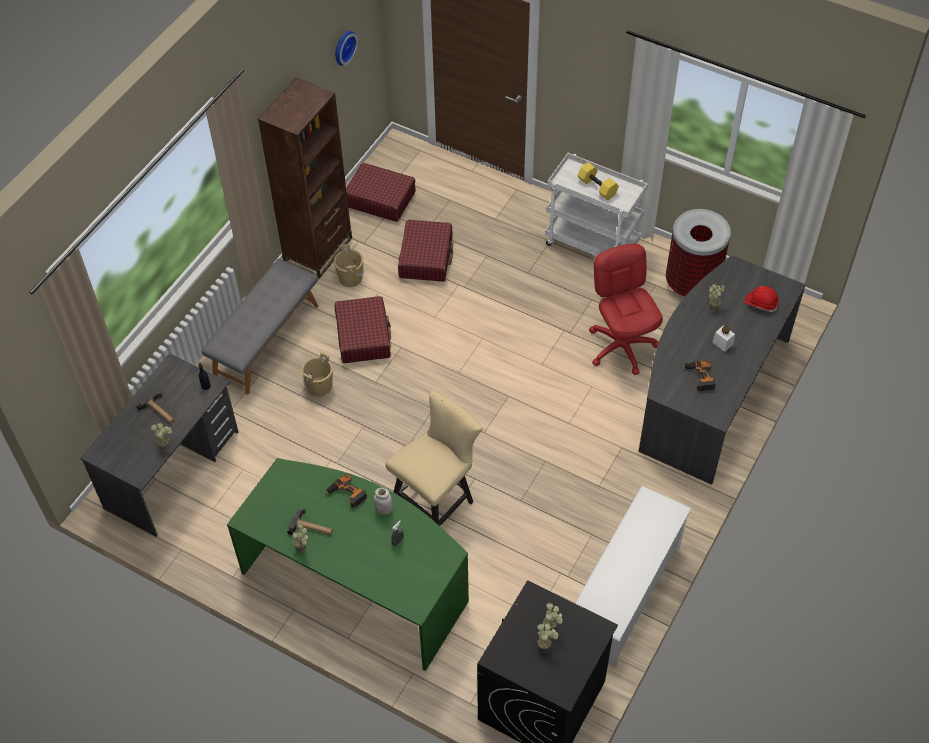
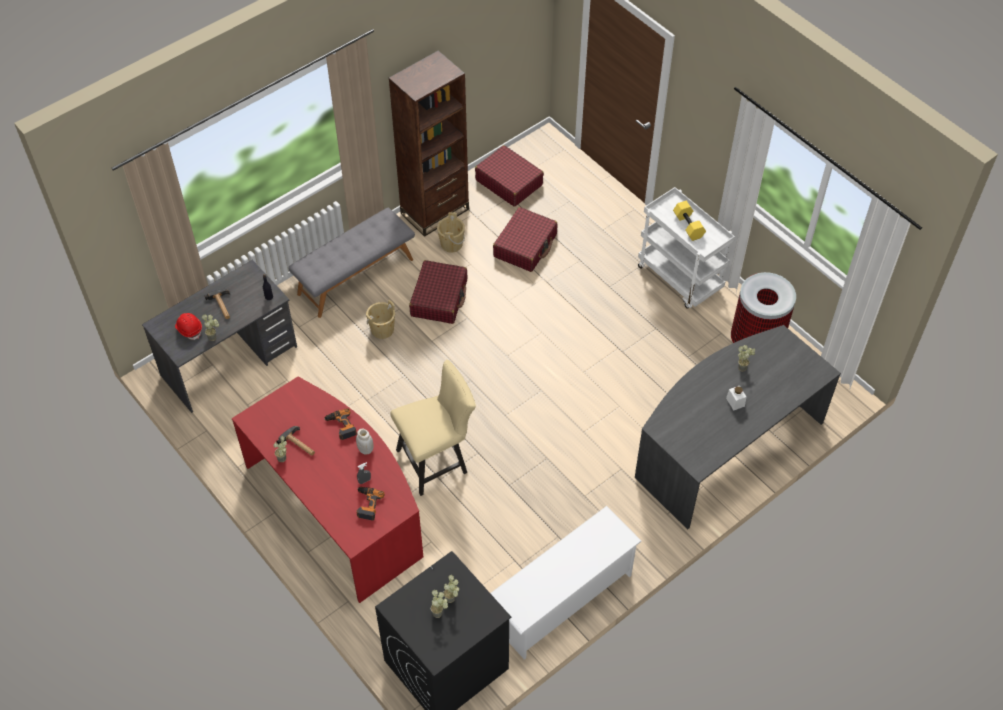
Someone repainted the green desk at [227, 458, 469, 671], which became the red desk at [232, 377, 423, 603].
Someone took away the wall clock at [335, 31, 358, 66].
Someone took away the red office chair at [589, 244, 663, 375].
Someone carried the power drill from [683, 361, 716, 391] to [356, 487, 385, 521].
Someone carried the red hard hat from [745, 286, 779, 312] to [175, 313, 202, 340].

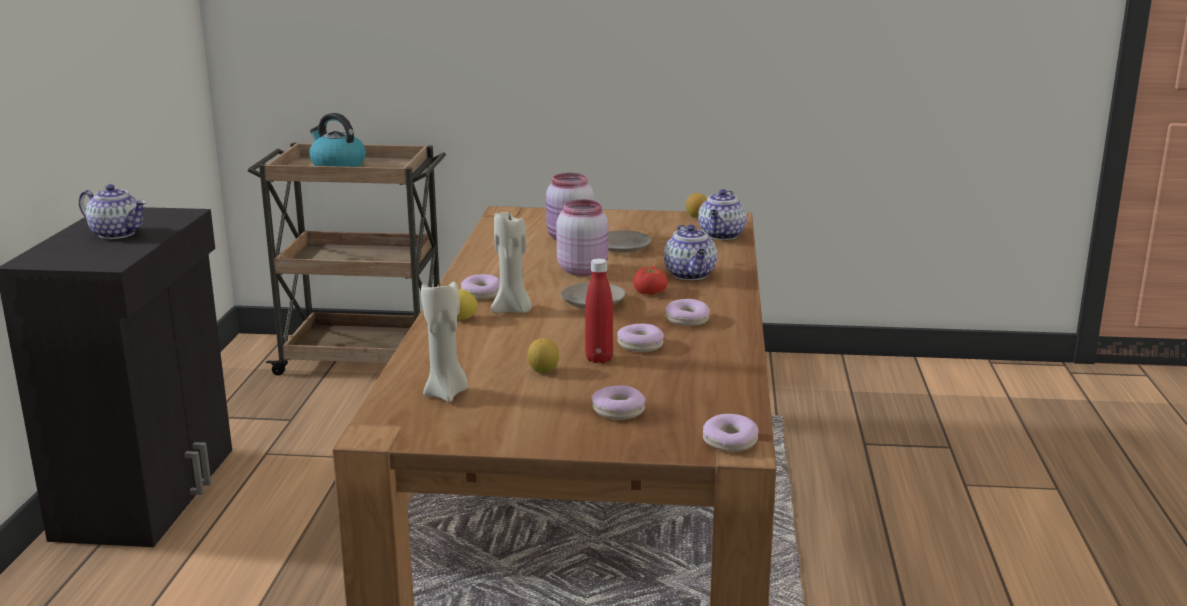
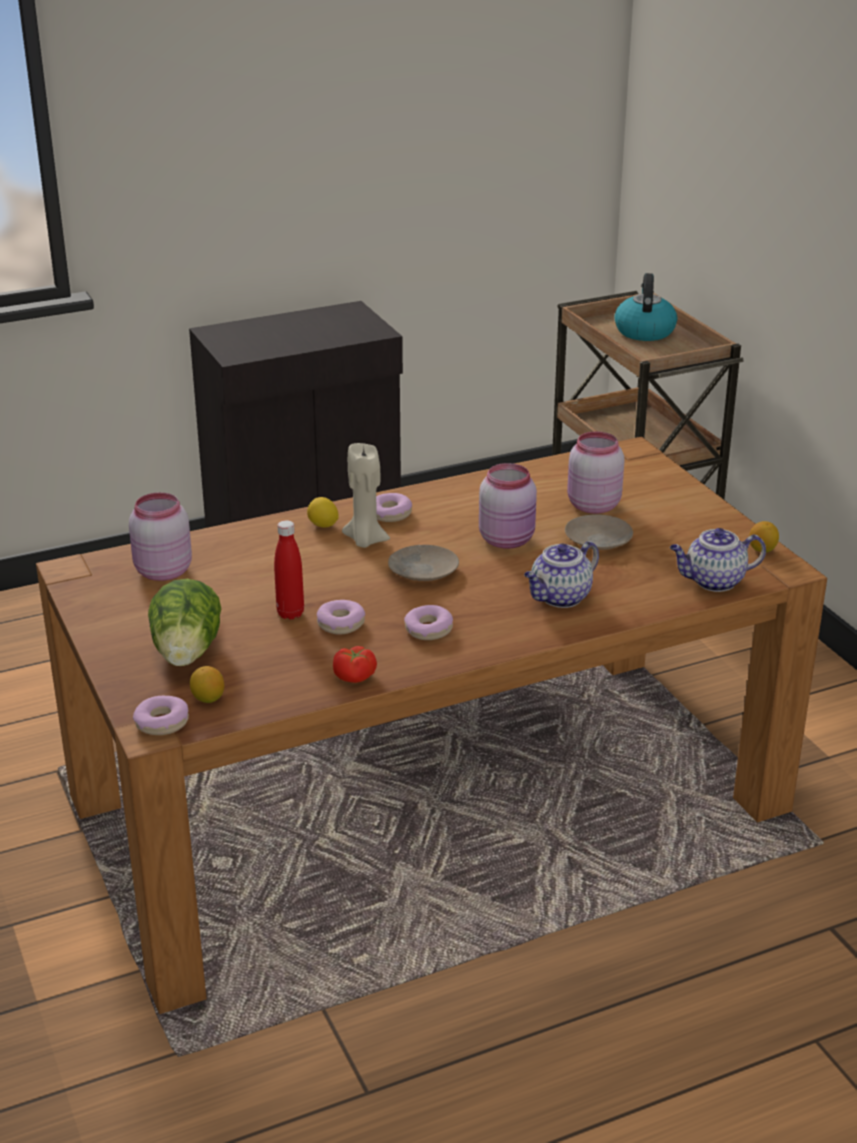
Someone took away the teapot at [79, 184, 146, 239].
Someone swapped the beige candle at [421, 279, 468, 402] for the pink jar at [129, 492, 192, 581].
Someone carried the lemon from [527, 338, 559, 373] to [190, 666, 224, 703].
Someone swapped the donut at [592, 385, 645, 420] for the lettuce at [148, 579, 221, 666].
Someone carried the tomato from [633, 266, 668, 295] to [333, 646, 377, 683].

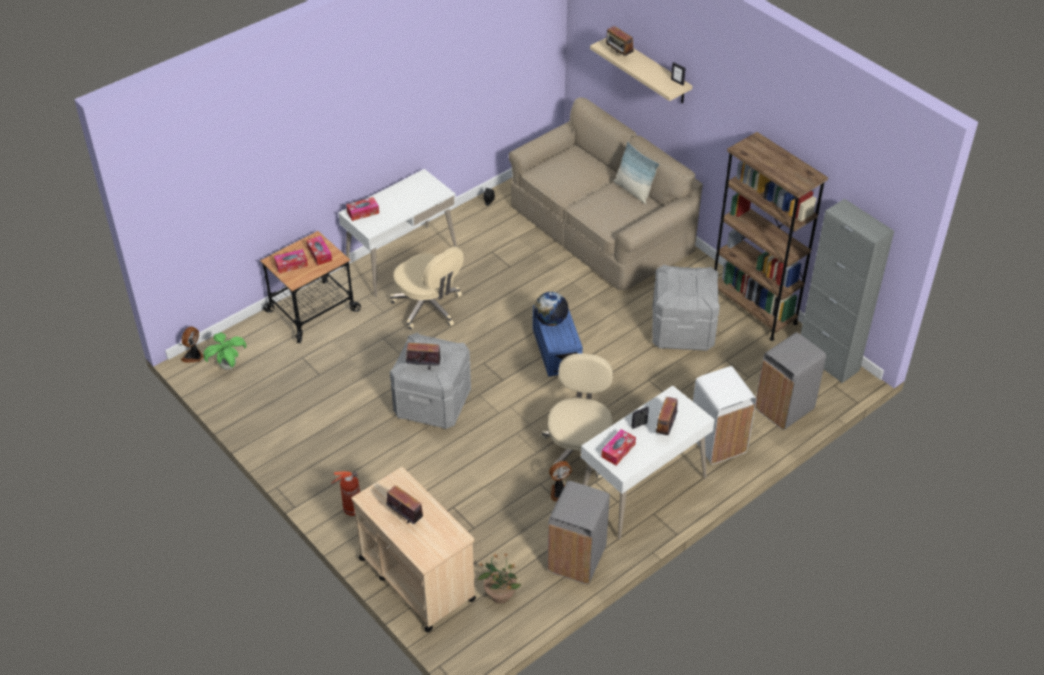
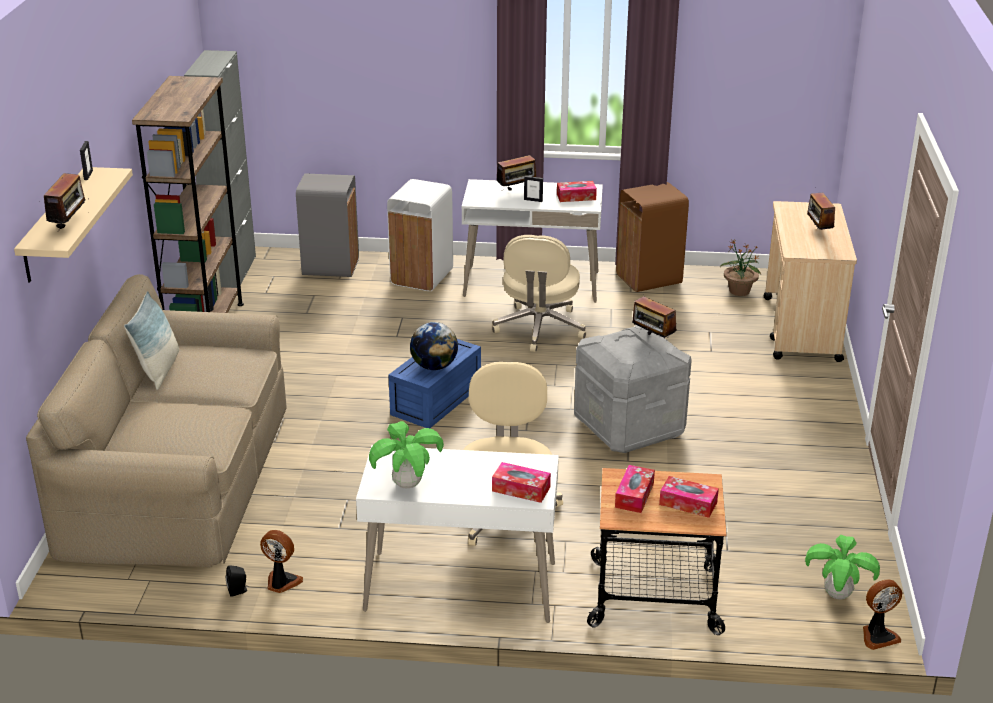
Someone took away the fire extinguisher at [331, 471, 360, 516].
Someone rotated the beige office chair at [541, 354, 613, 478] by 45 degrees counterclockwise.
Someone repainted the grey trash can at [547, 481, 610, 584], which became the brown trash can at [616, 182, 689, 292].
Someone carried the fan from [549, 461, 572, 502] to [260, 530, 303, 593].
Someone took away the grey storage box at [652, 265, 720, 351].
Someone put down the potted plant at [369, 421, 444, 488].

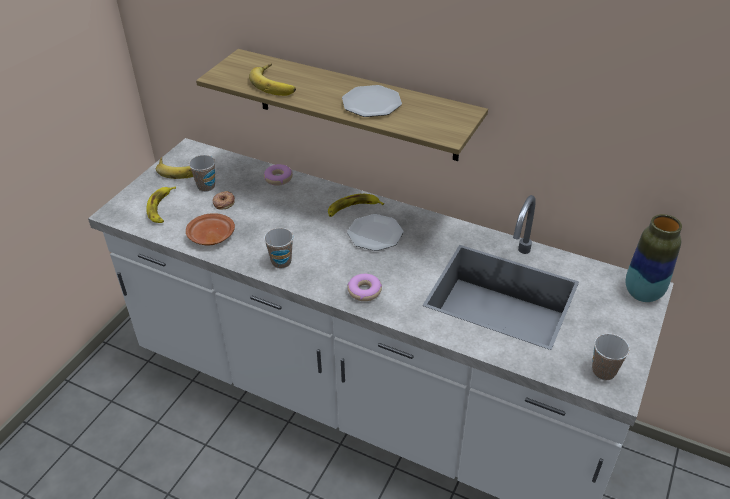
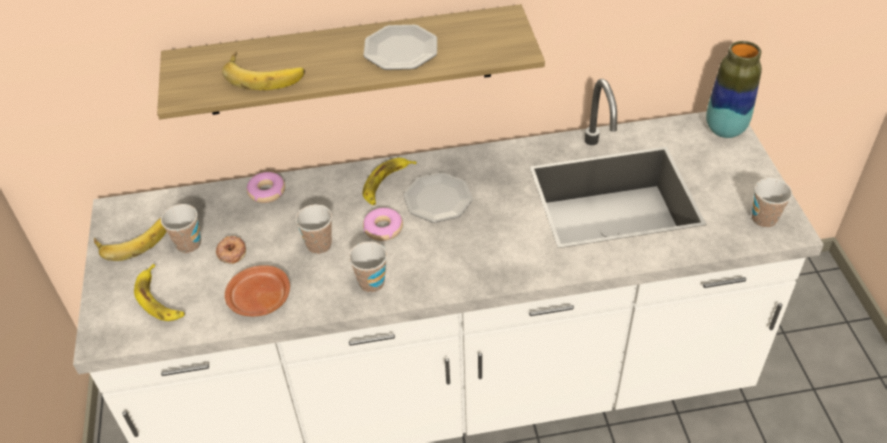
Someone carried the donut from [347, 274, 382, 301] to [363, 208, 403, 241].
Someone put down the cup at [295, 204, 332, 254].

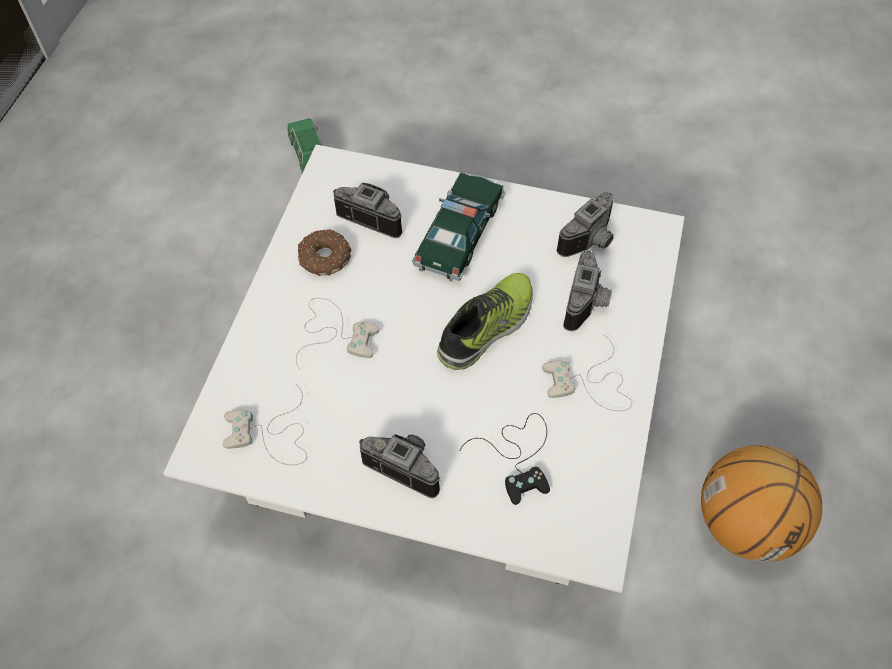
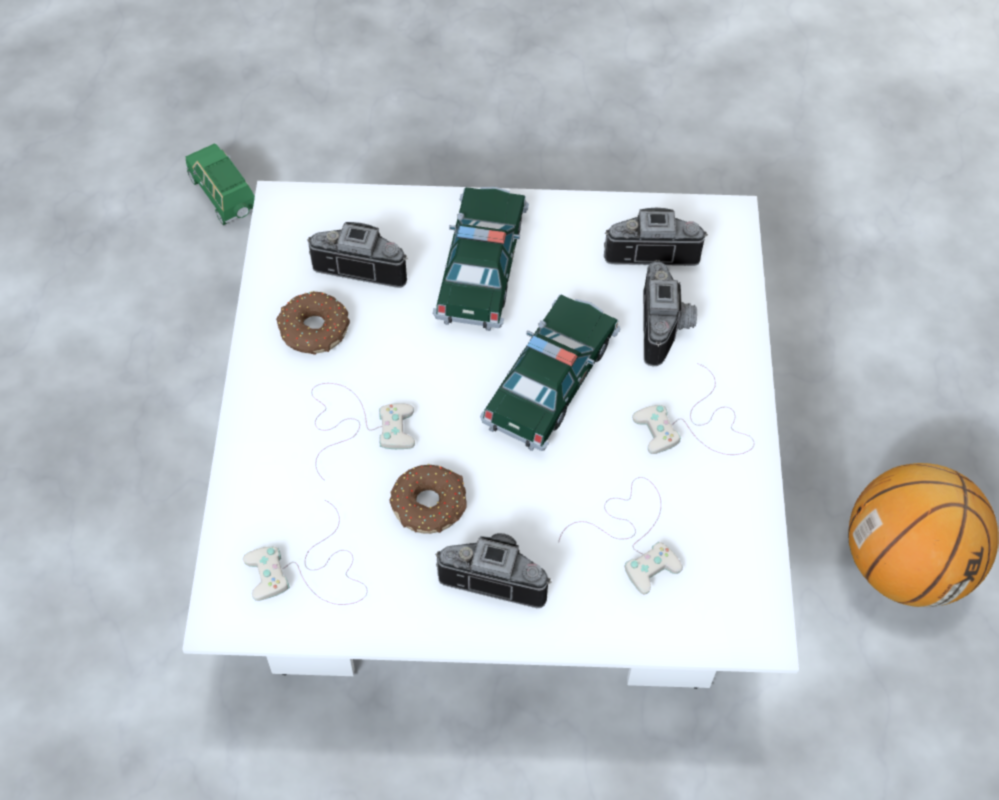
Someone swapped the shoe at [437, 273, 533, 370] for the toy car at [480, 295, 620, 451].
Someone repainted the black game controller at [459, 413, 550, 505], which became the white game controller at [558, 477, 683, 594].
Someone rotated the photo camera at [556, 192, 614, 257] by 120 degrees counterclockwise.
Someone put down the donut at [390, 464, 466, 534].

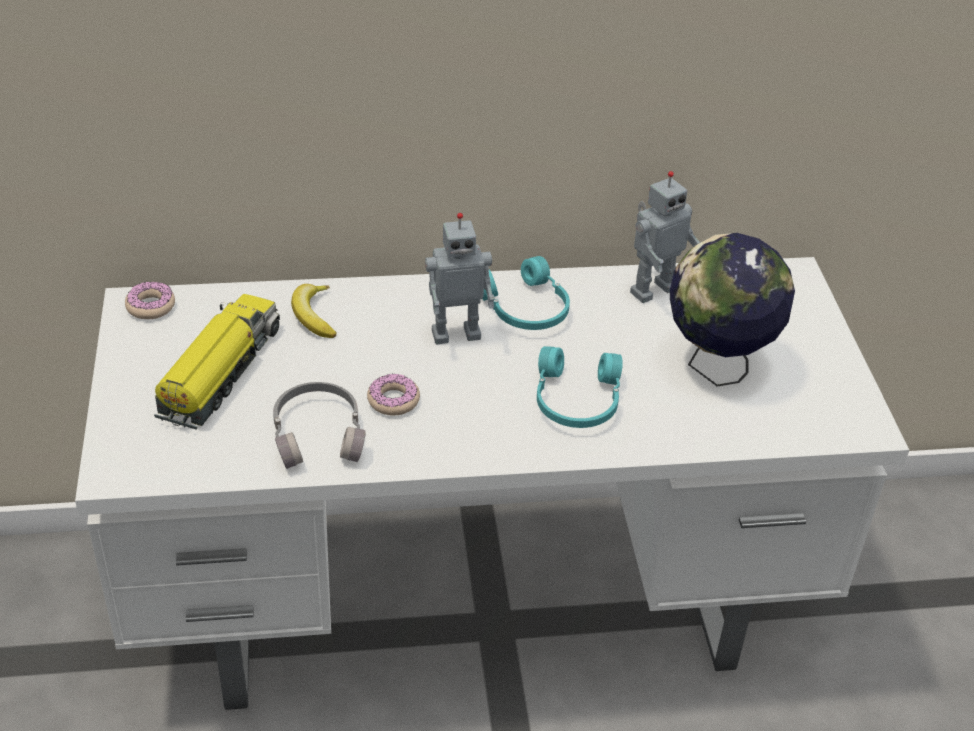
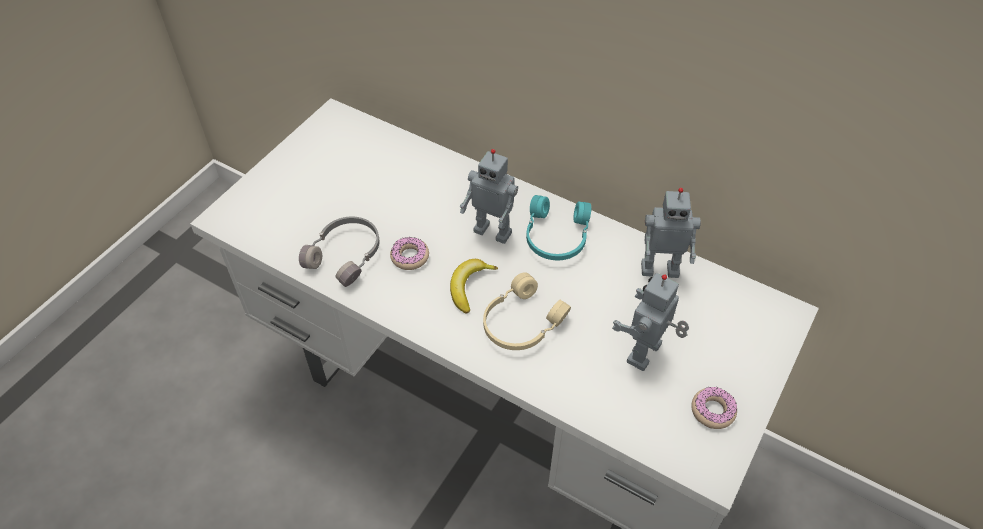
Someone carried the donut from [125, 281, 175, 319] to [691, 387, 737, 429].
Someone took away the toy truck at [154, 294, 280, 430].
Someone carried the banana from [291, 284, 336, 338] to [450, 259, 498, 313].
Someone repainted the turquoise headphones at [537, 346, 623, 428], which became the beige headphones at [483, 272, 571, 350].
Someone swapped the globe at [670, 233, 795, 386] for the toy robot at [612, 273, 689, 371].

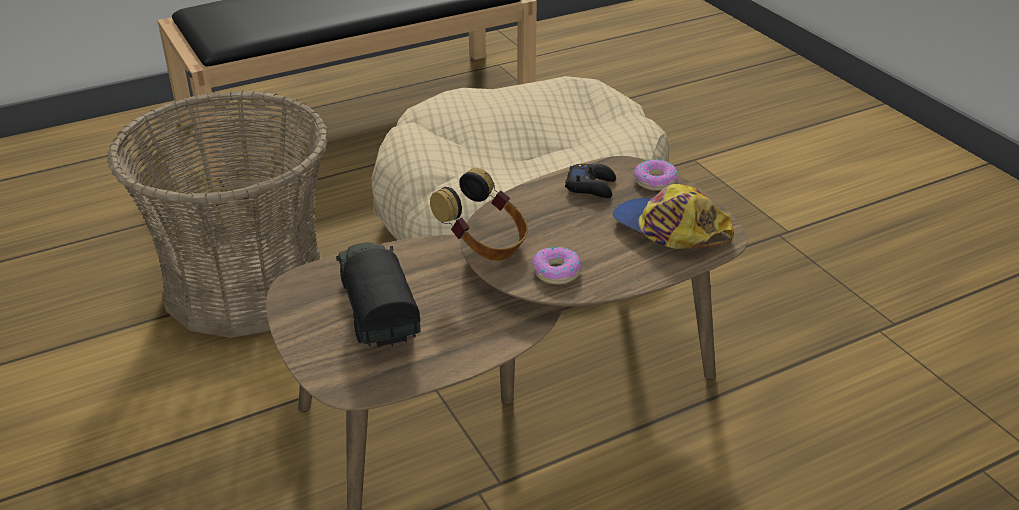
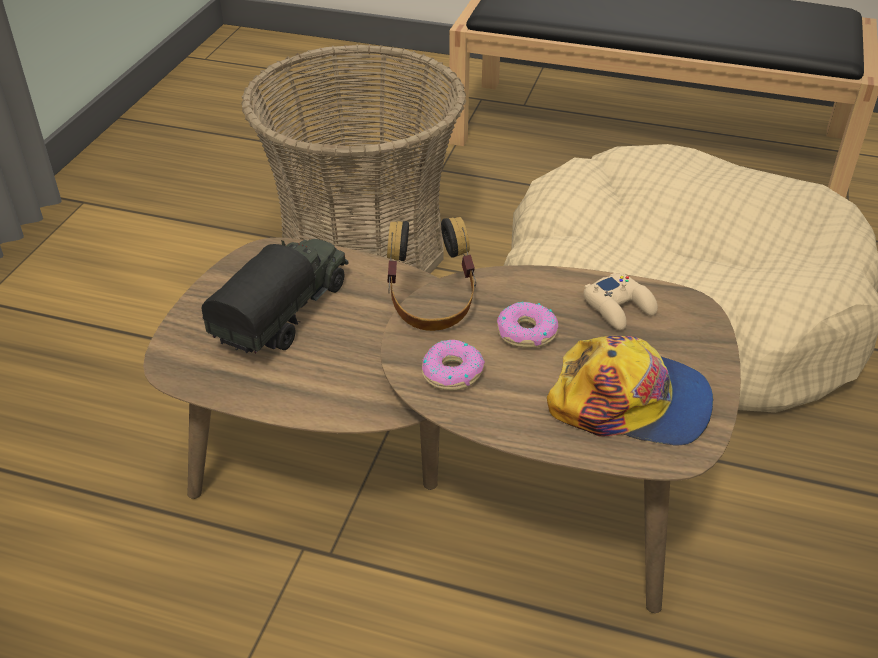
Someone repainted the black game controller at [565, 163, 616, 198], which became the beige game controller at [583, 273, 658, 330].
Someone rotated the cap at [612, 184, 734, 249] by 105 degrees clockwise.
Someone carried the donut from [633, 159, 678, 191] to [497, 301, 558, 348].

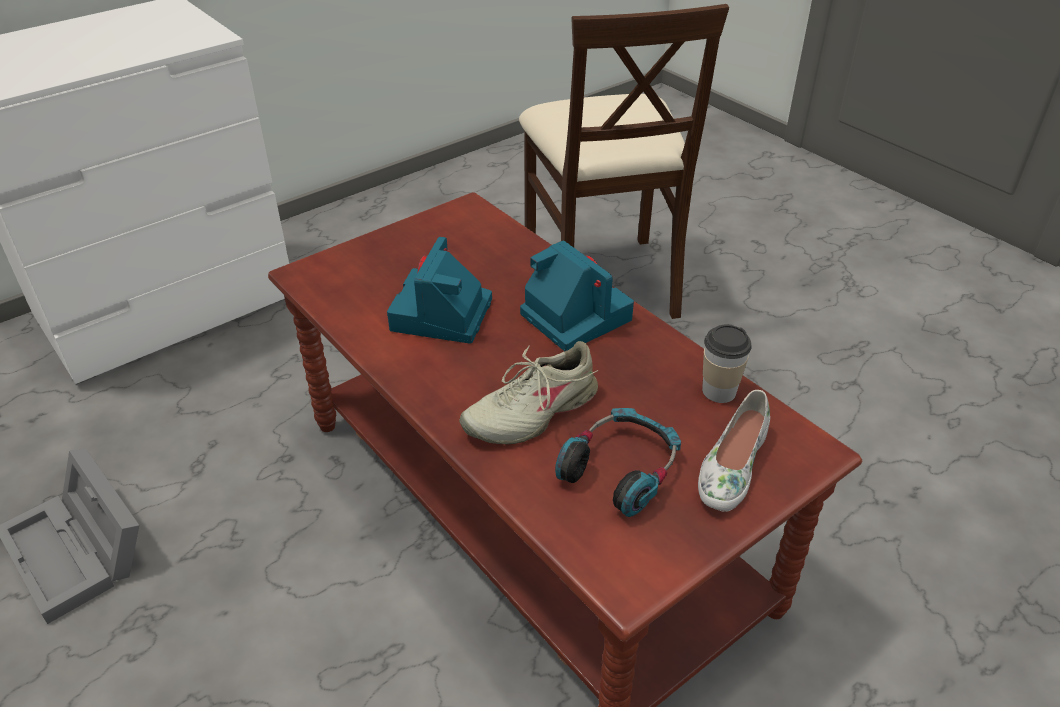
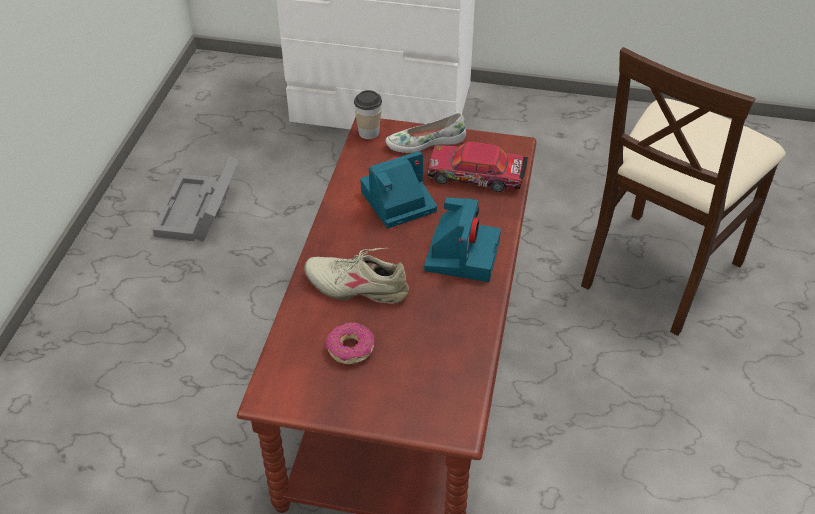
Someone swapped the headphones at [555, 408, 681, 517] for the donut at [326, 322, 374, 364].
Someone carried the white shoe from [698, 390, 770, 512] to [385, 113, 466, 153].
Someone carried the cup from [702, 325, 752, 403] to [354, 90, 382, 139].
Someone put down the toy car at [428, 141, 528, 192].

